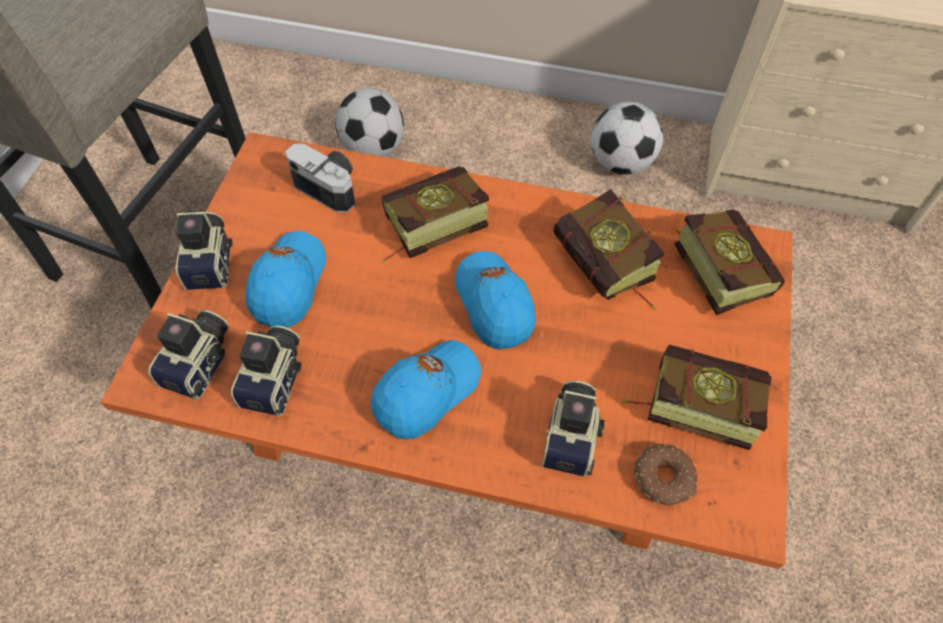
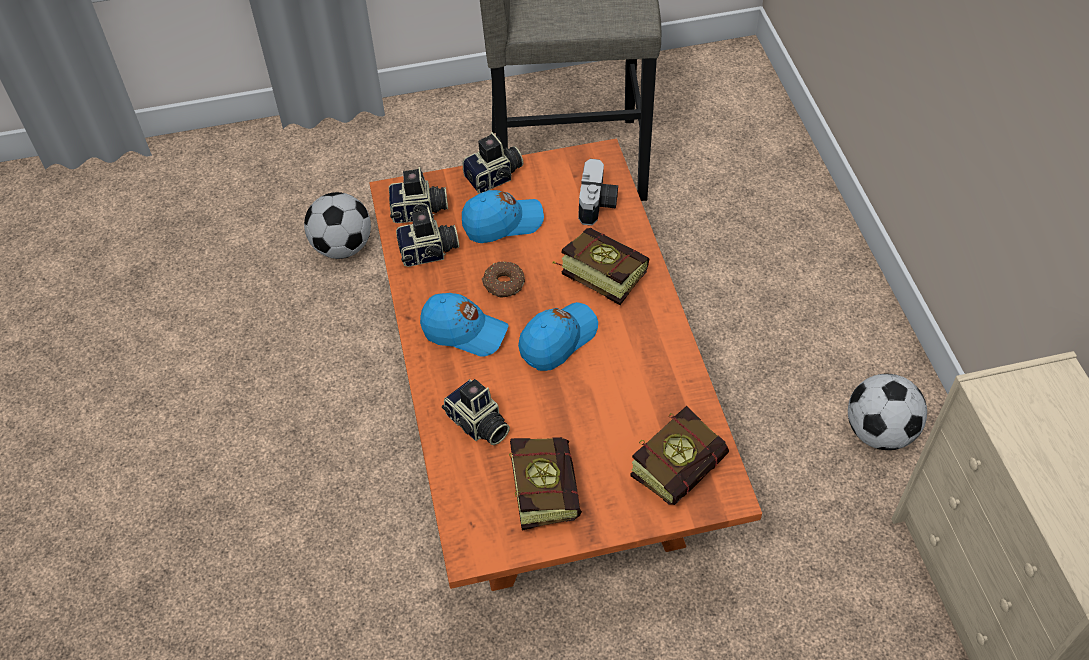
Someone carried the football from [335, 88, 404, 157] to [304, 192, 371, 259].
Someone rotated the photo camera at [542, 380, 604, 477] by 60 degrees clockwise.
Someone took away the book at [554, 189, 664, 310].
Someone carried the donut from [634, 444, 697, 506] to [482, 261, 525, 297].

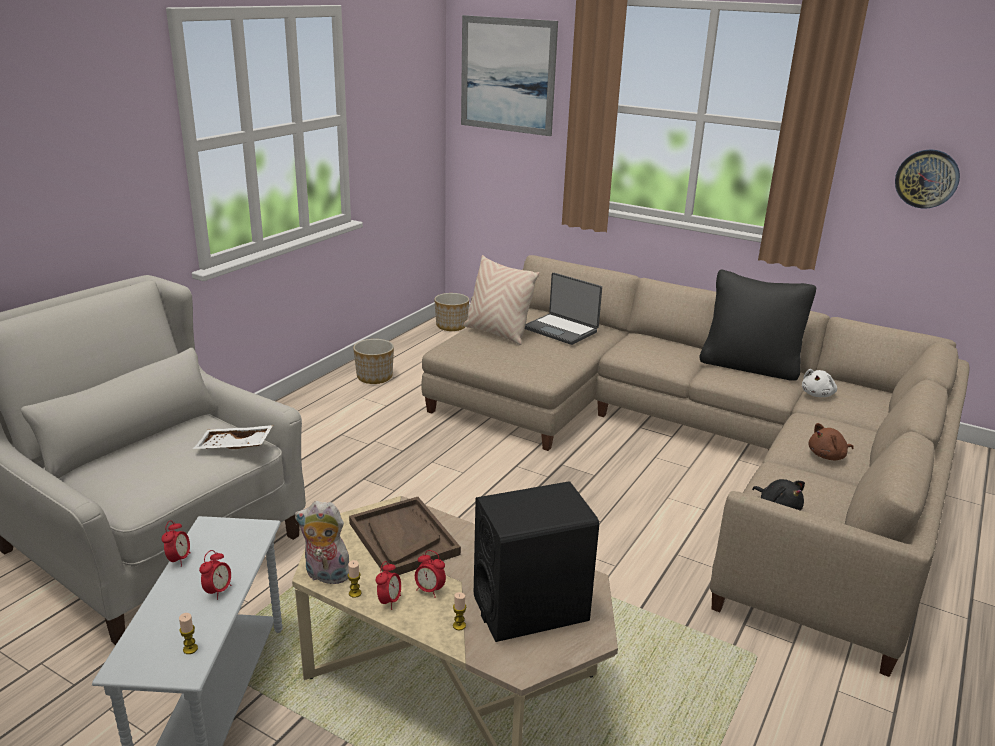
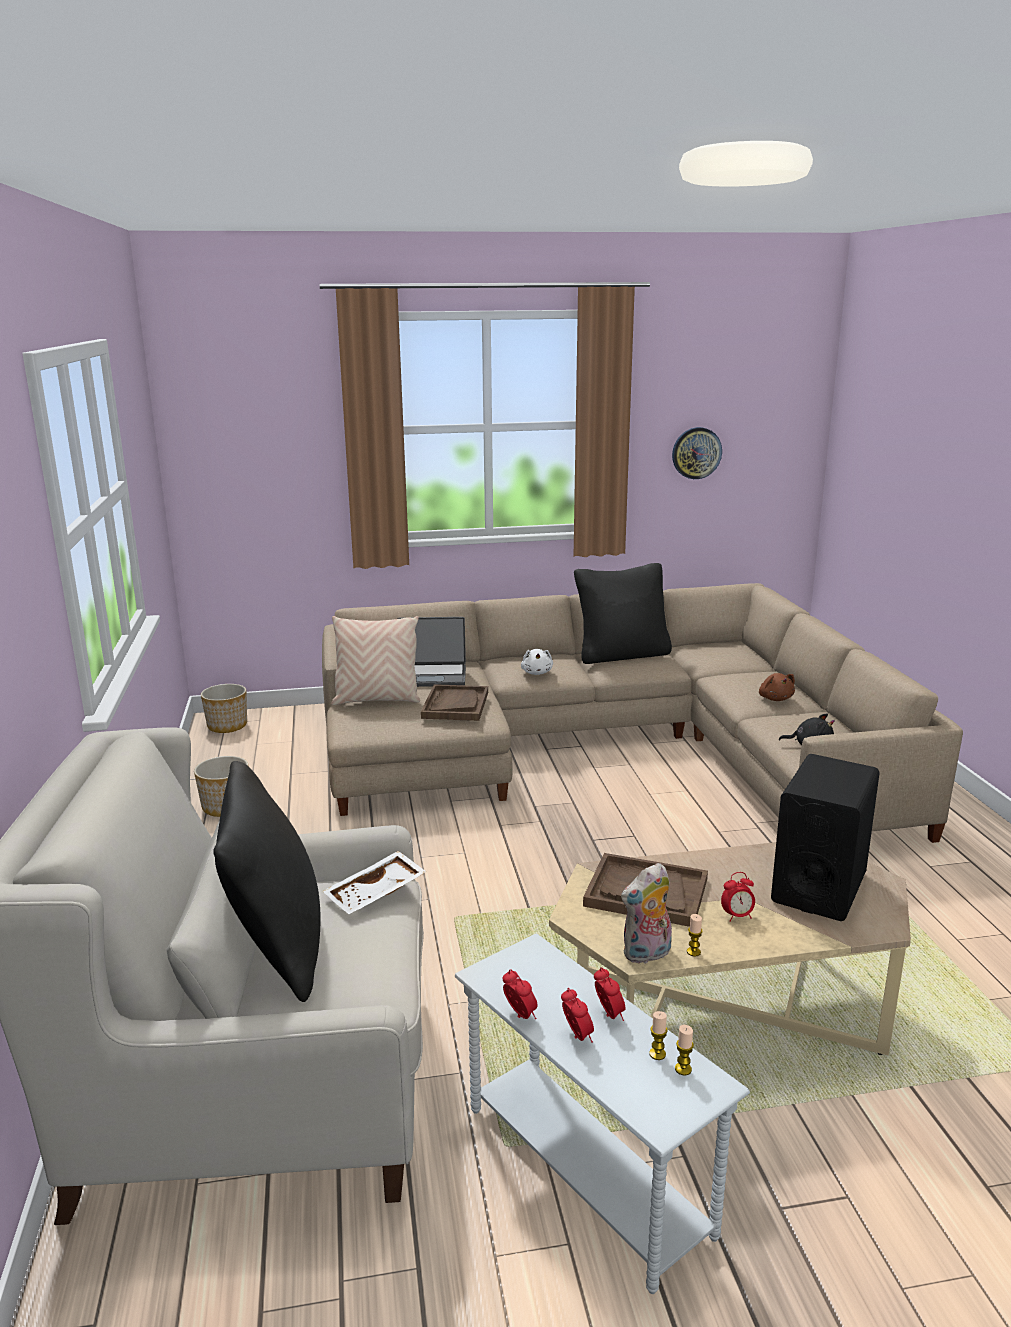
Someone carried the alarm clock from [376, 561, 401, 610] to [561, 988, 594, 1043].
Someone carried the candle from [453, 592, 466, 630] to [649, 1011, 668, 1060].
Someone took away the picture at [461, 15, 558, 136].
Someone carried the white plush toy from [802, 369, 837, 397] to [521, 649, 553, 675].
Someone rotated the brown plush toy at [808, 423, 854, 461] by 45 degrees counterclockwise.
Someone put down the black pillow at [213, 761, 321, 1002].
Someone put down the brown tray at [421, 684, 488, 721].

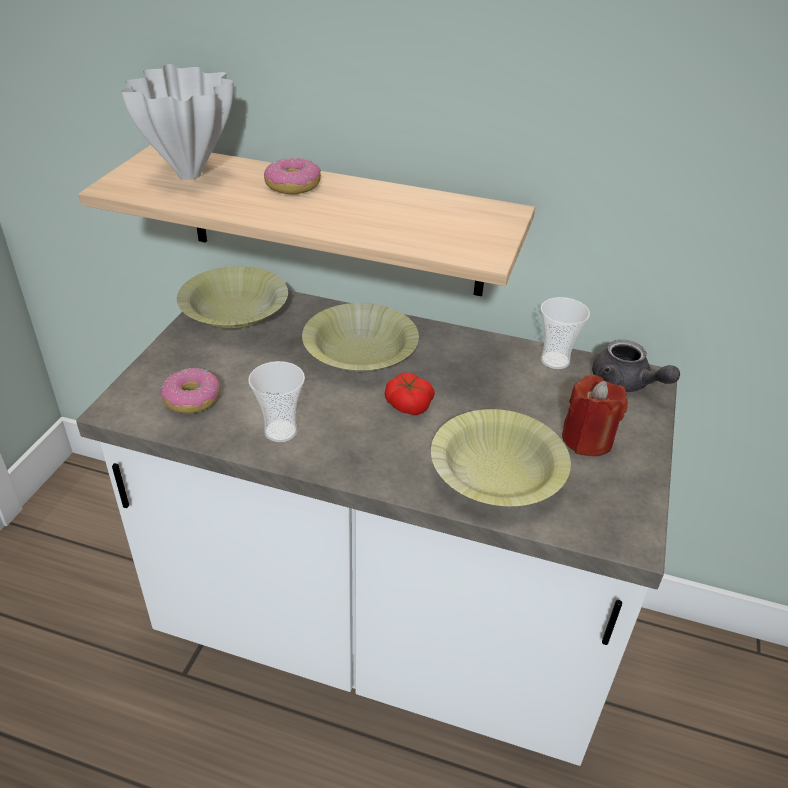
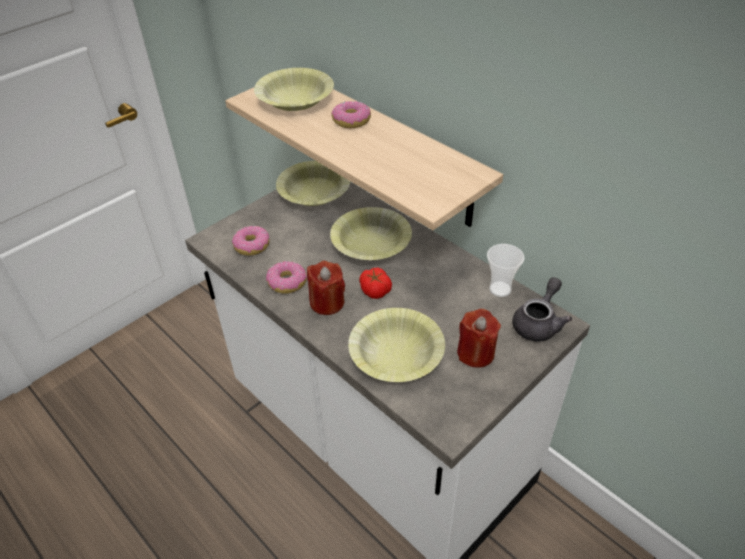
Someone swapped the white vase at [121, 64, 234, 180] for the yellow bowl at [254, 68, 334, 111].
Someone swapped the cup at [248, 361, 305, 442] for the donut at [266, 261, 307, 294].
Someone rotated the grey teapot at [592, 340, 680, 392] by 135 degrees counterclockwise.
Someone put down the red candle at [307, 261, 345, 315].

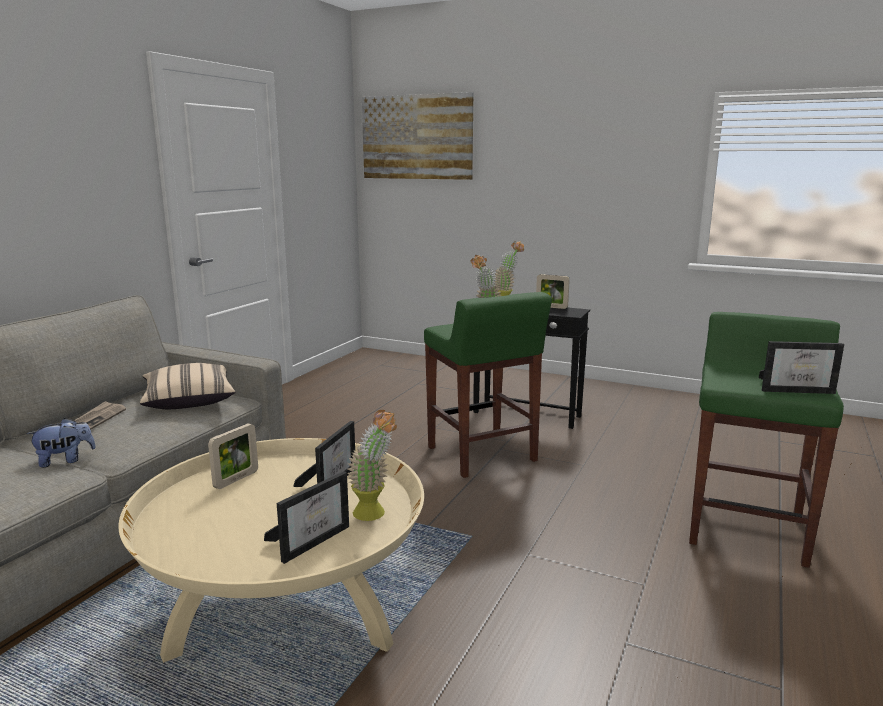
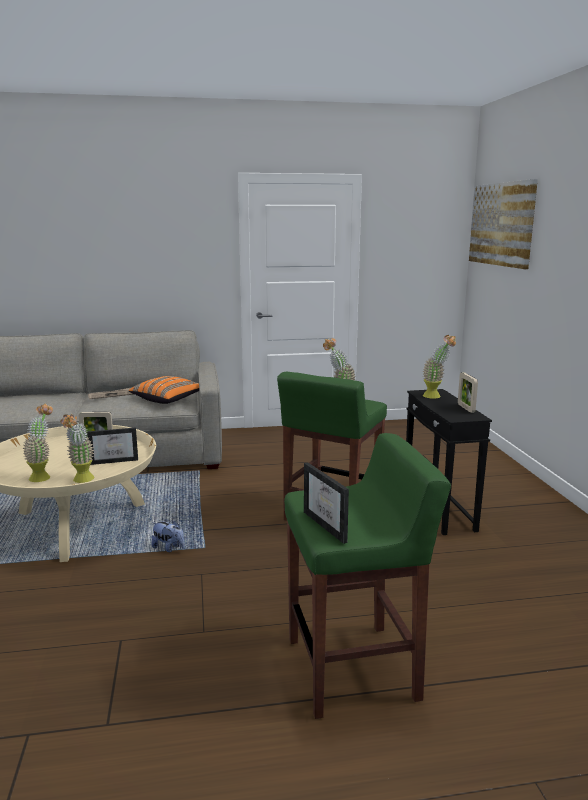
Someone carried the plush toy from [27, 418, 96, 468] to [151, 521, 185, 552].
Someone repainted the beige pillow at [140, 363, 235, 409], which became the orange pillow at [129, 376, 199, 404].
Someone swapped the picture frame at [264, 471, 349, 564] for the potted plant at [23, 403, 53, 482].

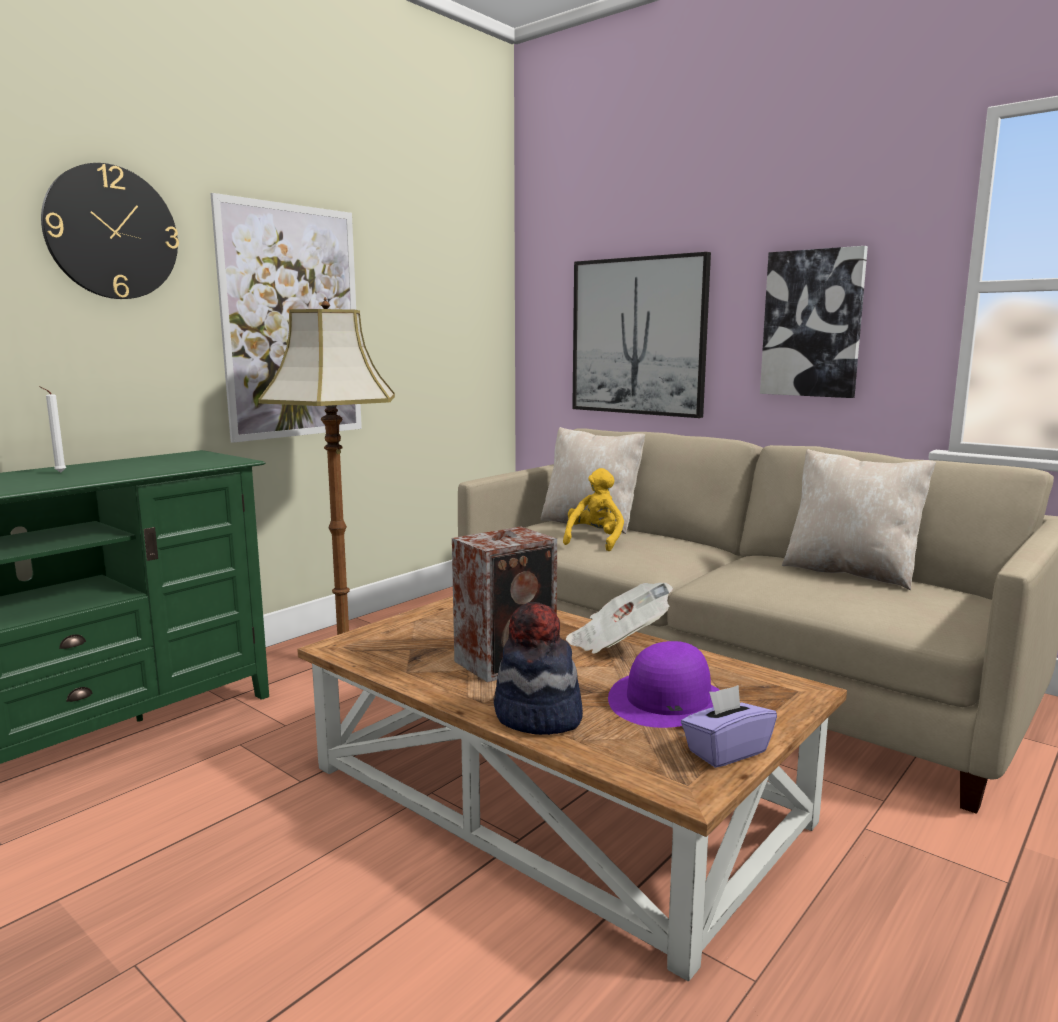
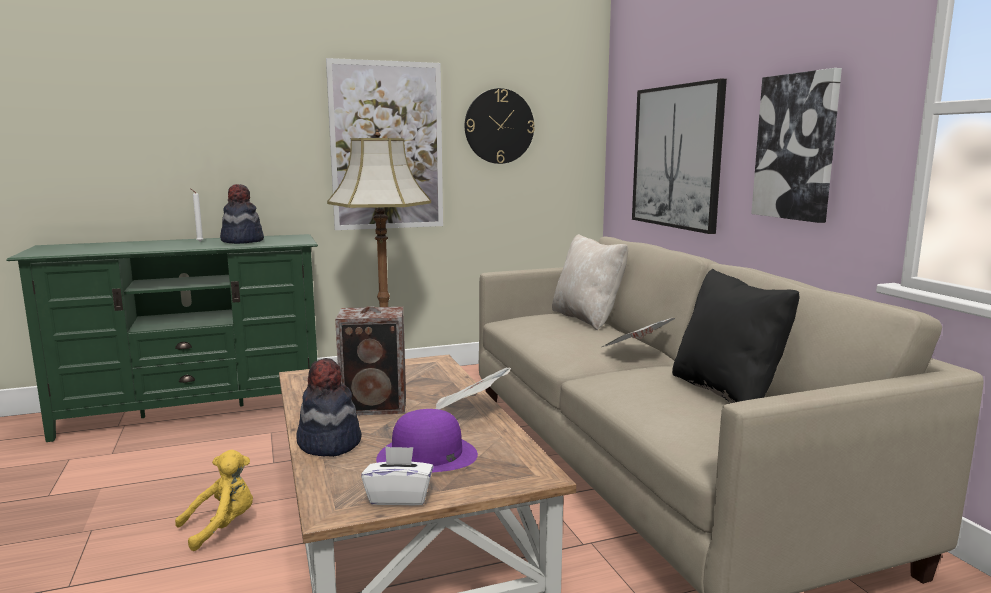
Someone carried the wall clock from [41, 163, 179, 299] to [465, 88, 535, 164].
Someone carried the yellow plush toy from [563, 468, 624, 551] to [175, 450, 253, 551].
Someone repainted the purple tissue box at [681, 685, 777, 768], which became the white tissue box at [361, 446, 433, 506].
Someone repainted the beige pillow at [782, 449, 936, 590], which became the black pillow at [672, 269, 799, 403].
Someone put down the hat at [220, 184, 264, 244].
Someone put down the newspaper at [602, 318, 675, 347].

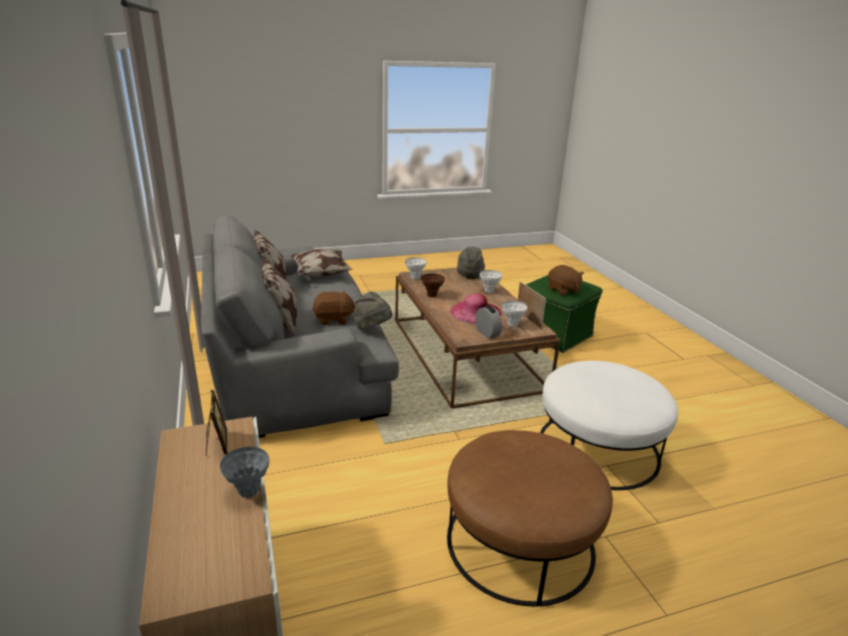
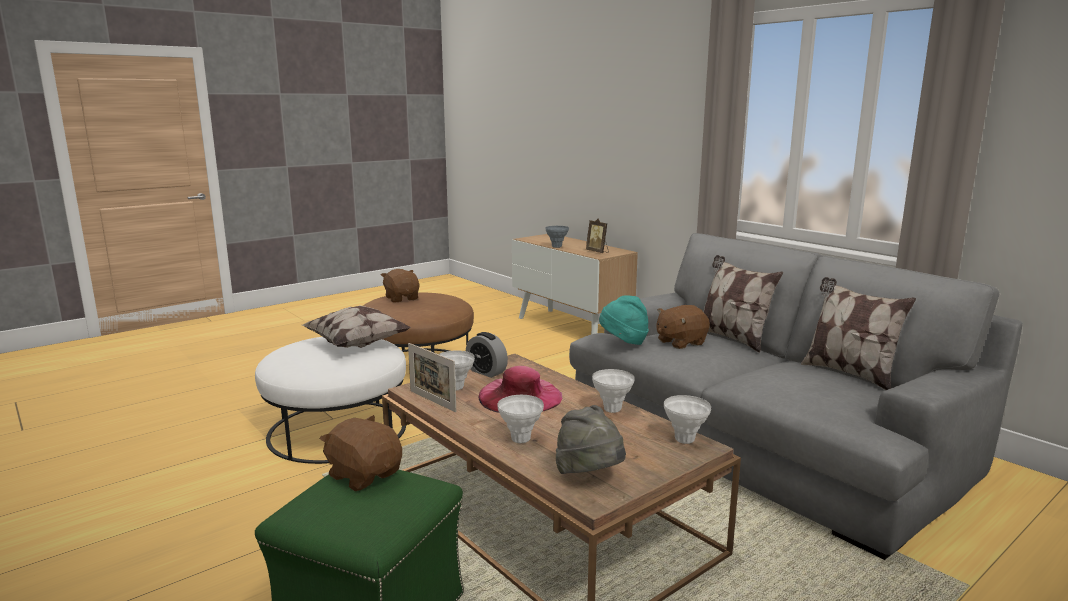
Someone carried the pillow from [290, 248, 353, 277] to [302, 305, 411, 348].
Someone repainted the grey hat at [354, 291, 392, 329], which became the turquoise hat at [599, 295, 649, 345].
Someone repainted the brown vase at [421, 274, 444, 297], which became the white vase at [592, 369, 635, 413].
Someone put down the brown plush toy at [381, 269, 420, 303].

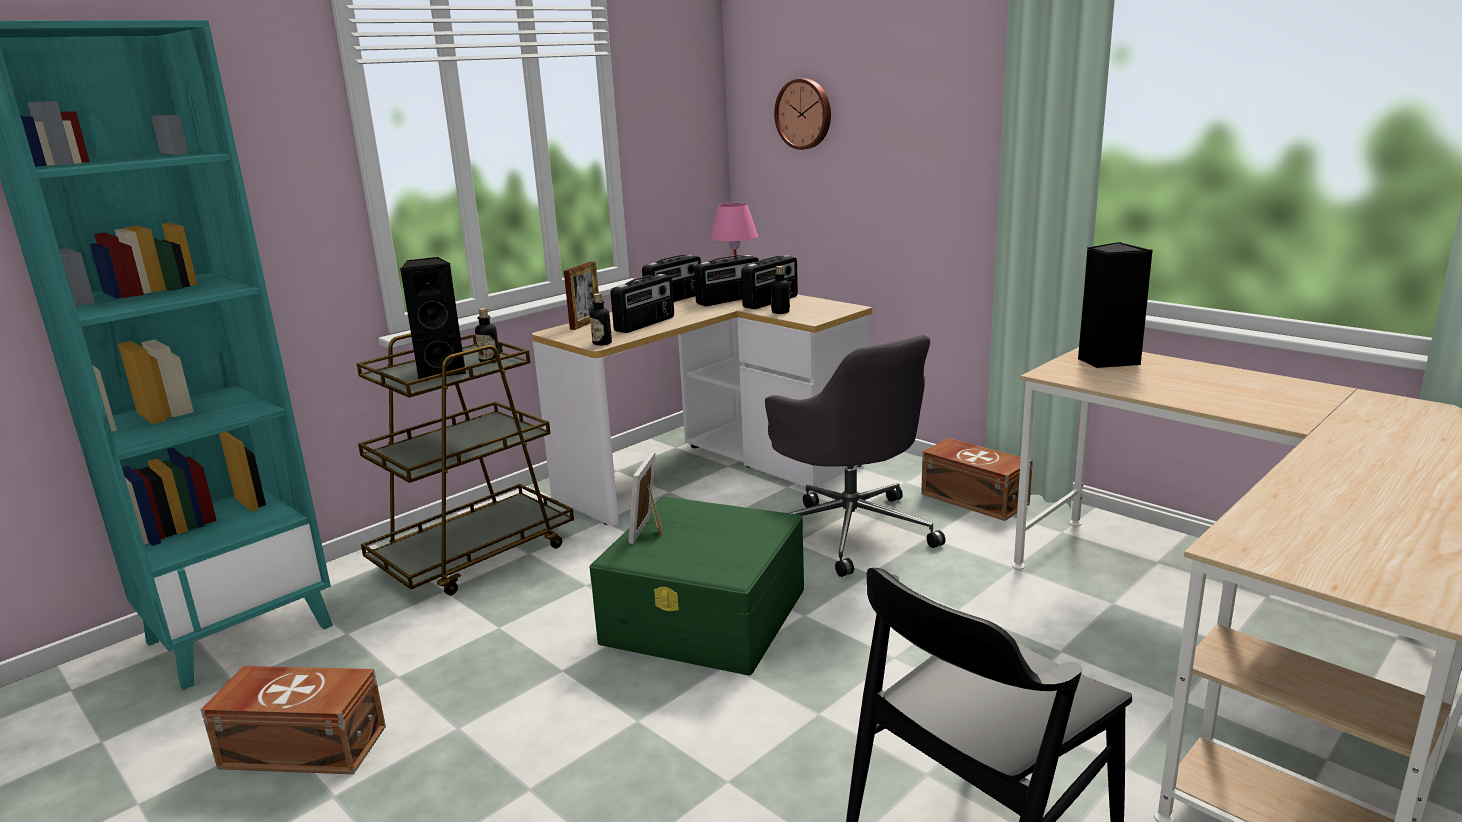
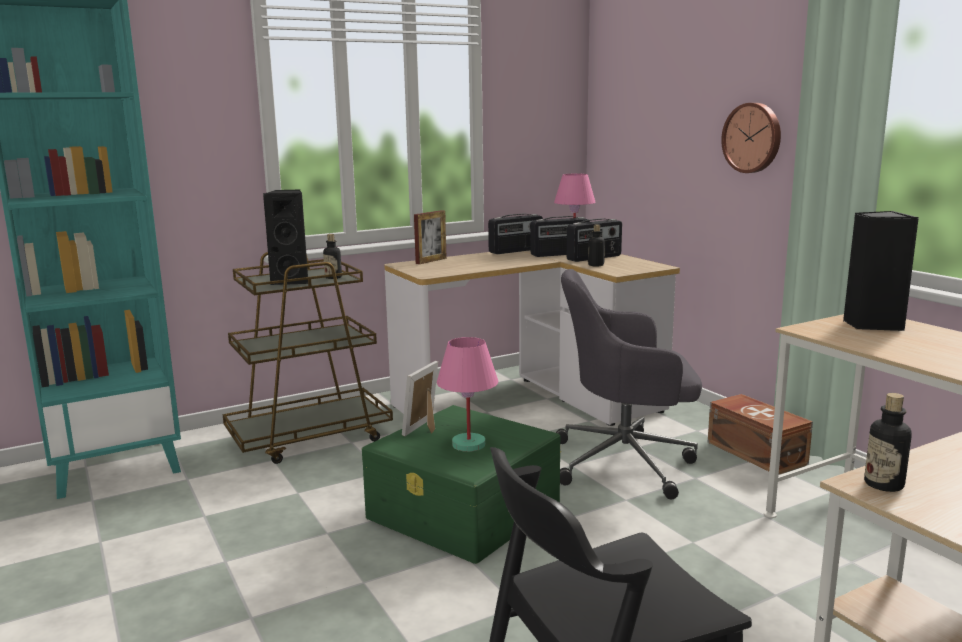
Someone took away the brown storage box at [201, 666, 386, 774].
Someone carried the bottle from [590, 293, 612, 346] to [864, 393, 912, 492].
Someone took away the radio at [611, 274, 674, 333].
Someone rotated the grey office chair at [765, 335, 945, 577] by 105 degrees clockwise.
Someone carried the wall clock from [774, 78, 831, 150] to [721, 103, 781, 173].
Someone put down the pink table lamp at [437, 337, 498, 452].

